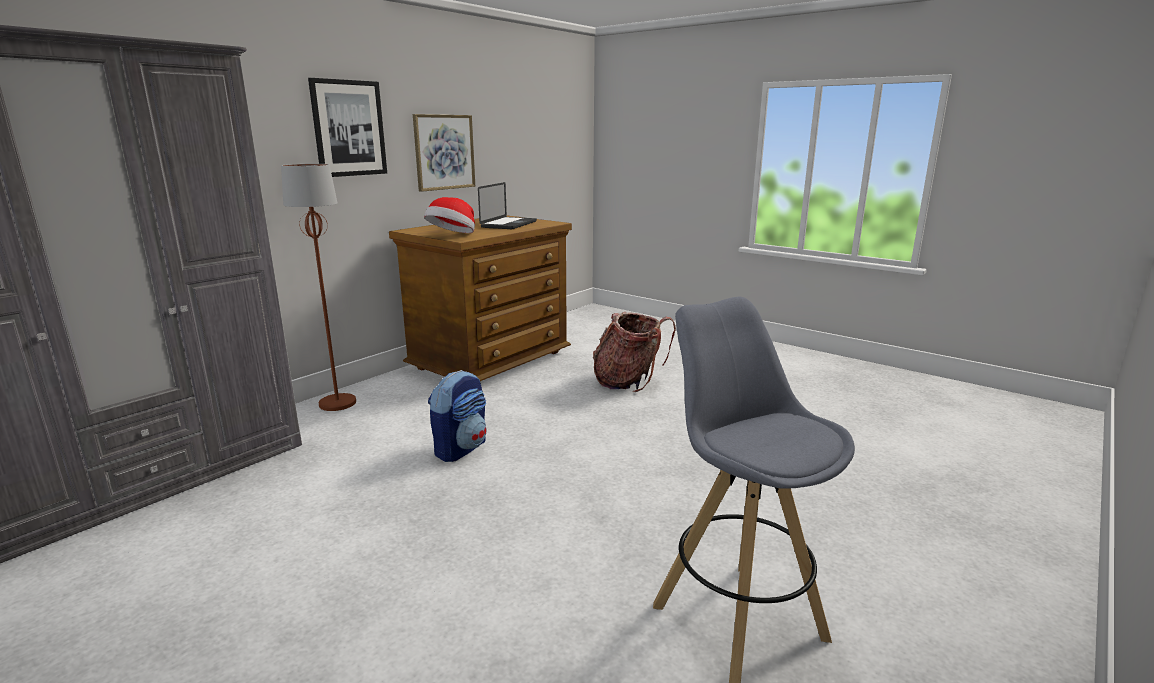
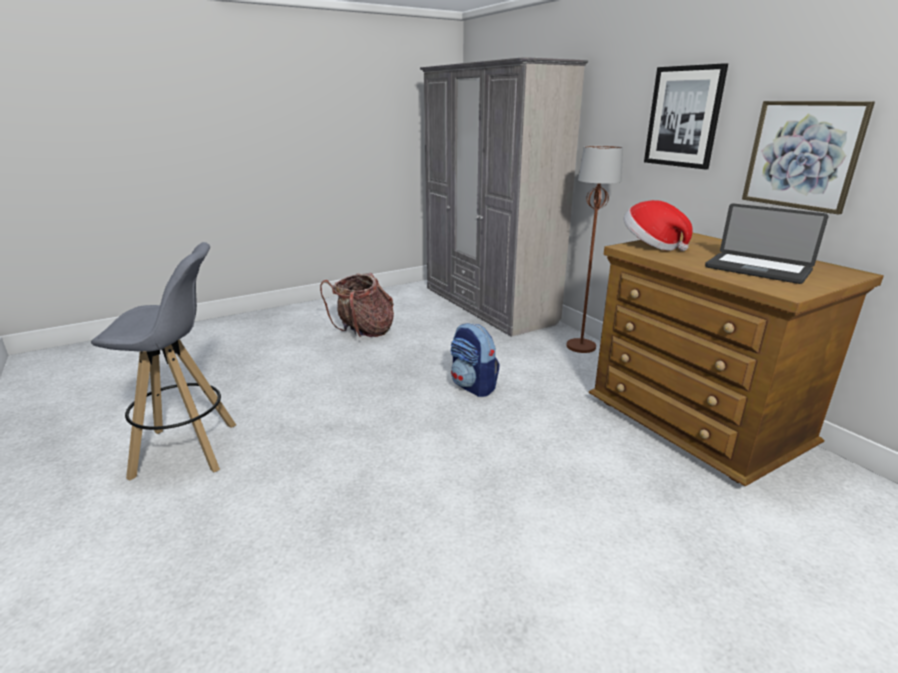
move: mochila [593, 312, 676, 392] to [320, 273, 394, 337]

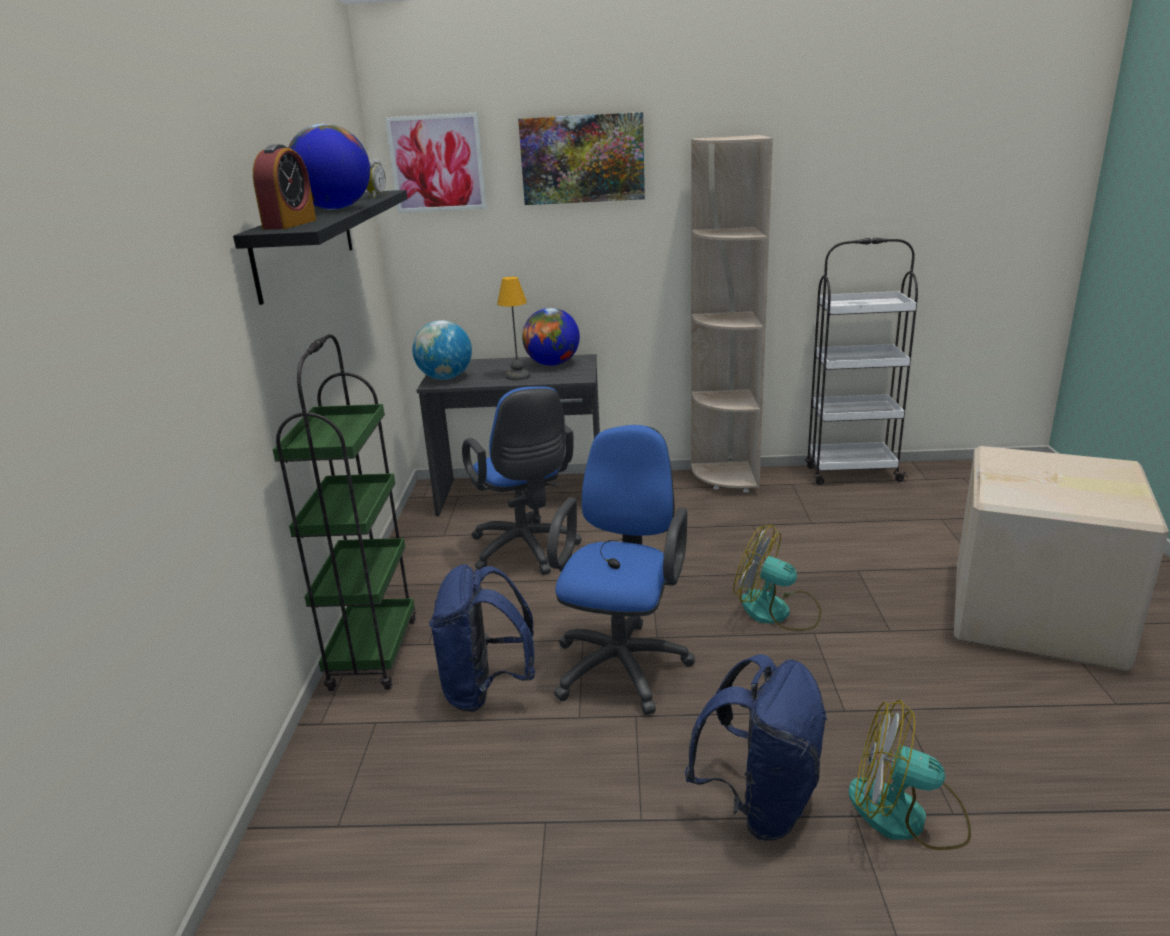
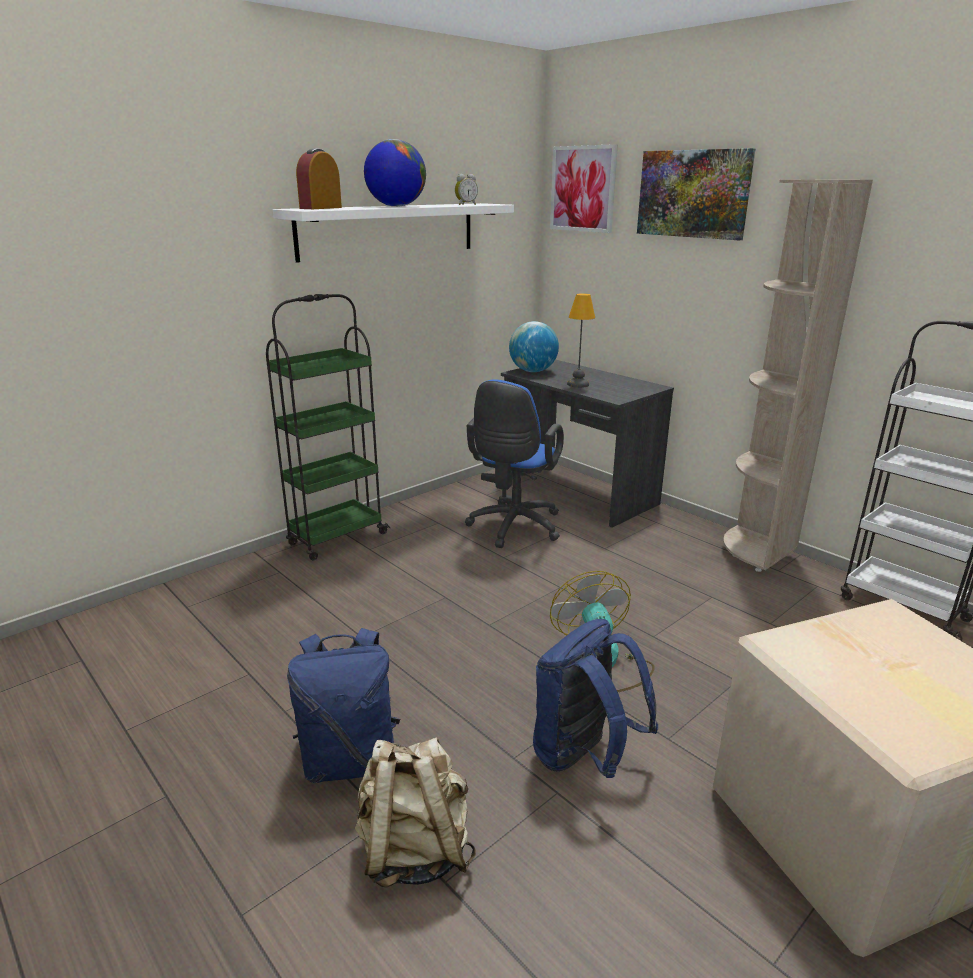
delete: globo terráqueo [522, 308, 580, 366]; silla de oficina/azul [547, 425, 695, 715]
move: mochila/azul [429, 564, 535, 712] to [533, 619, 658, 778]
replace: ventilador [848, 700, 971, 850] to mochila/beis [355, 737, 476, 888]
recolor: estante/negro [233, 190, 408, 305] to estante/blanco [273, 203, 514, 263]
rotate: despertador [253, 144, 316, 229] = [296, 148, 342, 209] 150 degrees clockwise

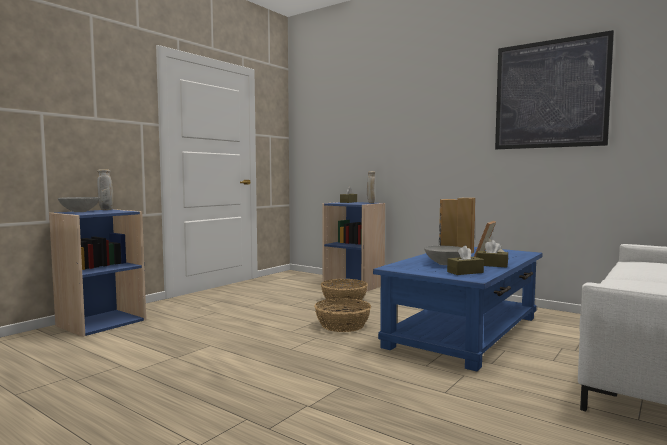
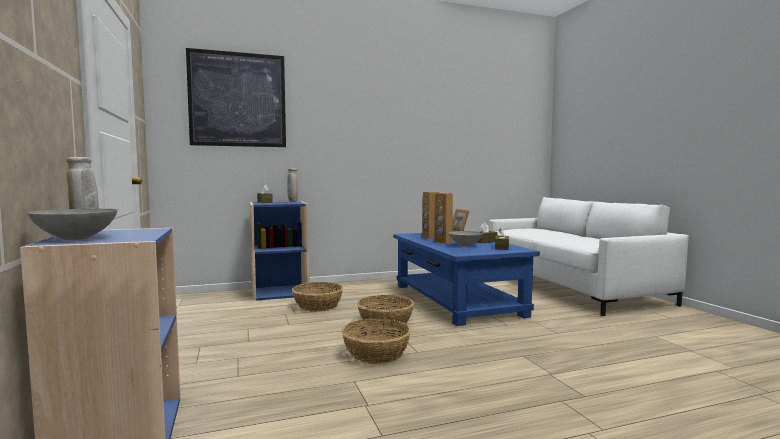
insert: cesta [342, 318, 411, 364]
move: cuadro [495, 30, 614, 149] to [186, 48, 286, 147]

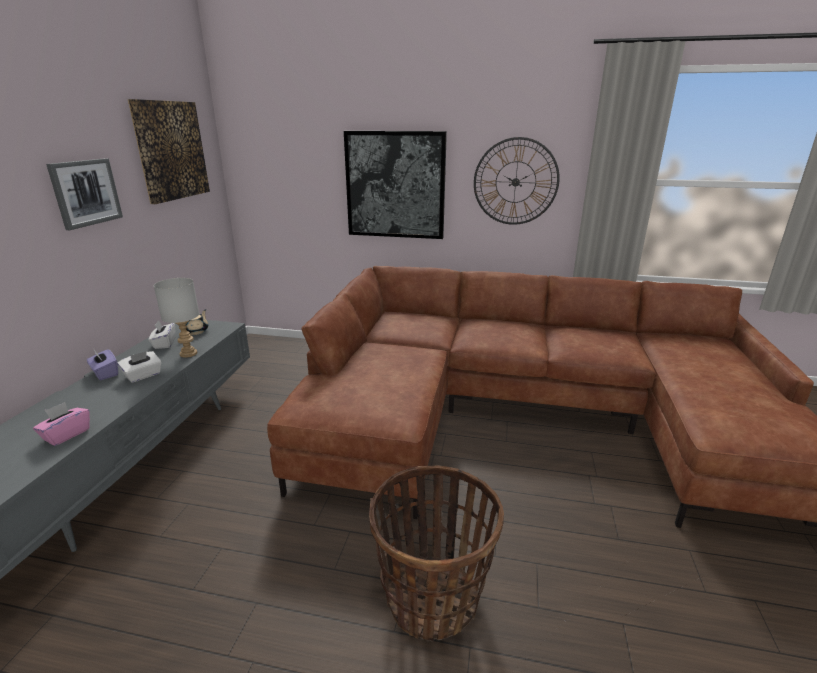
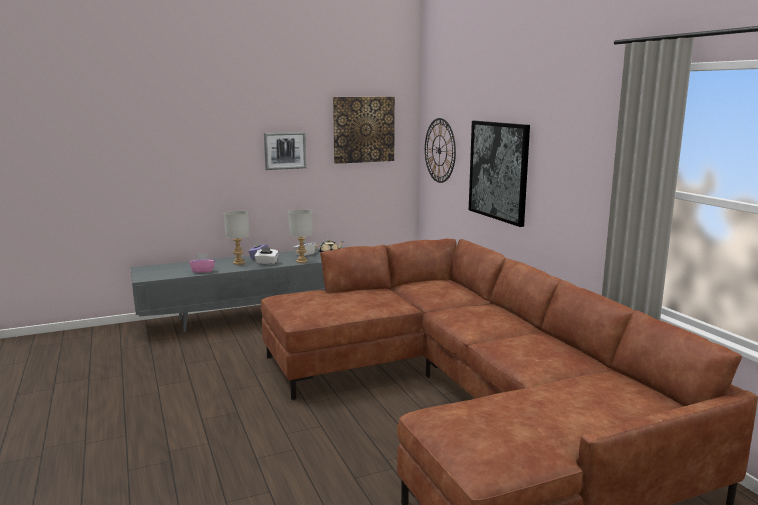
delete: cesta [369, 465, 504, 642]
insert: lámpara de mesa/gris [224, 210, 249, 265]
move: reloj de pared [474, 137, 560, 225] to [425, 118, 456, 183]

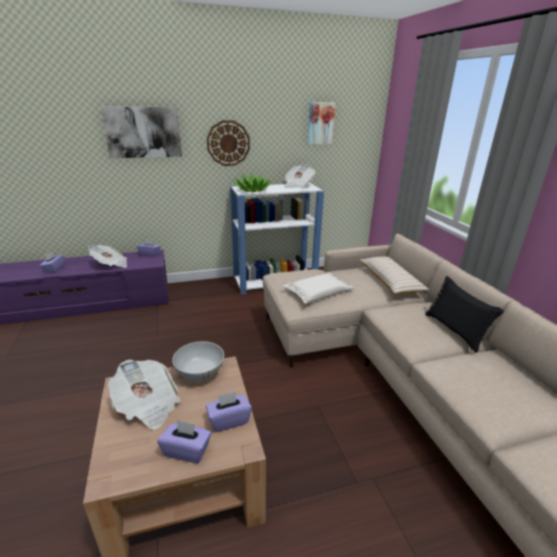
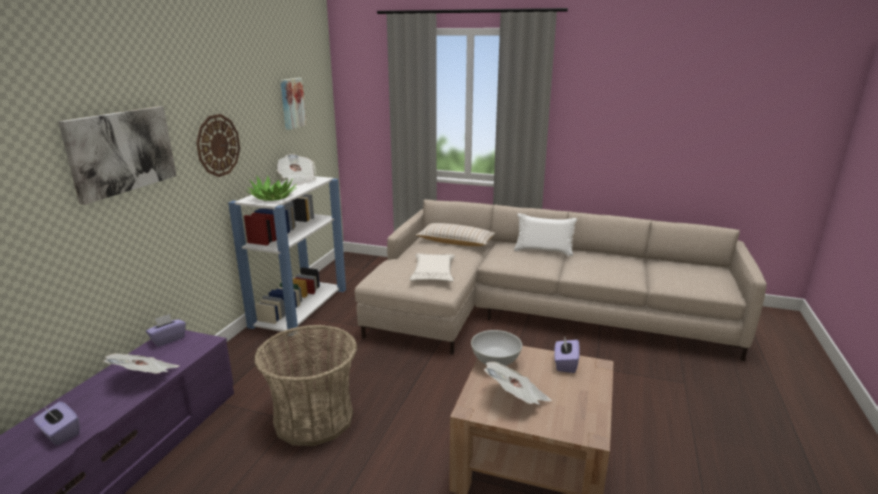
delete: caja de pañuelos/morado [158, 420, 211, 463]
insert: cesta [254, 325, 357, 446]
recolor: cojín/negro [425, 276, 504, 353] to cojín/blanco [514, 213, 577, 256]

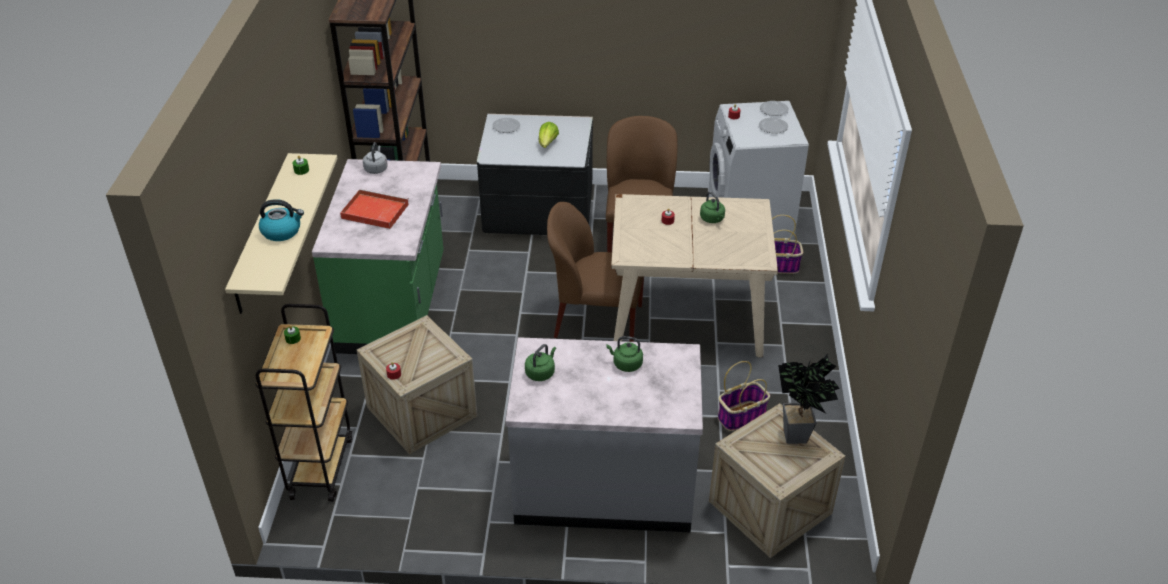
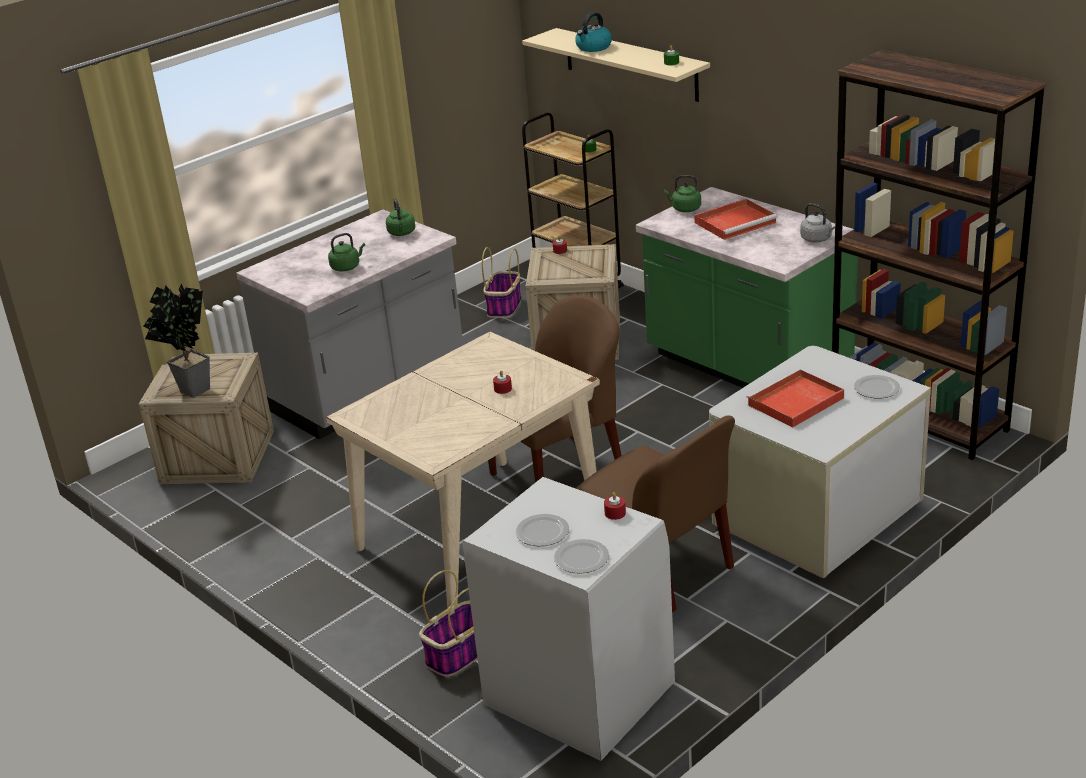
move: hervidor/verde [700, 192, 725, 223] to [664, 175, 701, 212]; cesta [718, 361, 770, 431] to [482, 247, 521, 318]
replace: lechuga [539, 122, 559, 148] to bandeja/rojo [746, 369, 844, 427]
recolor: mesita de noche/negro [477, 114, 593, 235] to mesita de noche/beis [709, 346, 931, 579]

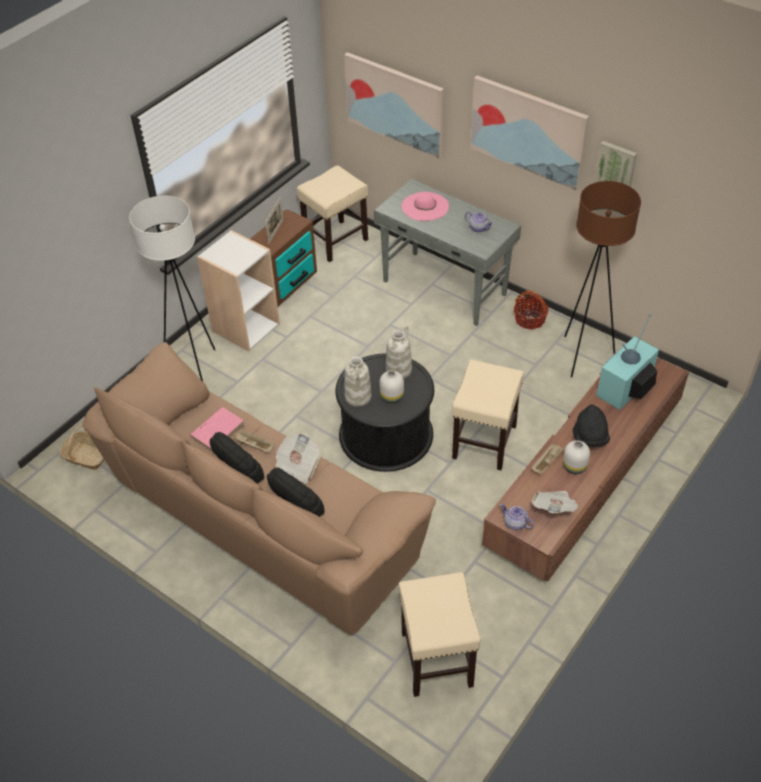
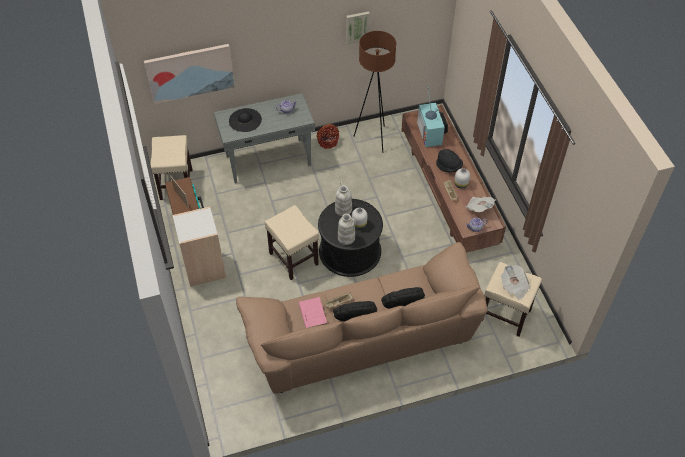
delete: cesta [59, 424, 105, 470]; lámpara de pie/blanco [129, 196, 216, 381]; cuadro [471, 75, 589, 190]
move: periódico [275, 433, 321, 484] to [501, 264, 531, 300]; taburete/beis [452, 360, 524, 470] to [264, 205, 319, 280]
recolor: sombrero/rosa [402, 192, 449, 221] to sombrero/negro [229, 108, 262, 132]

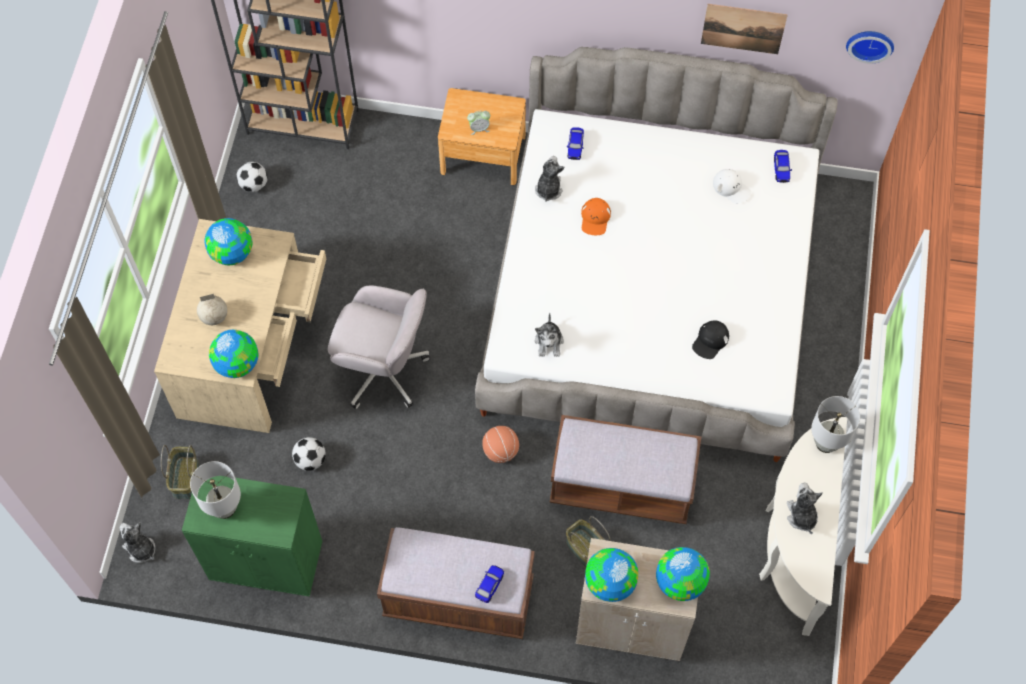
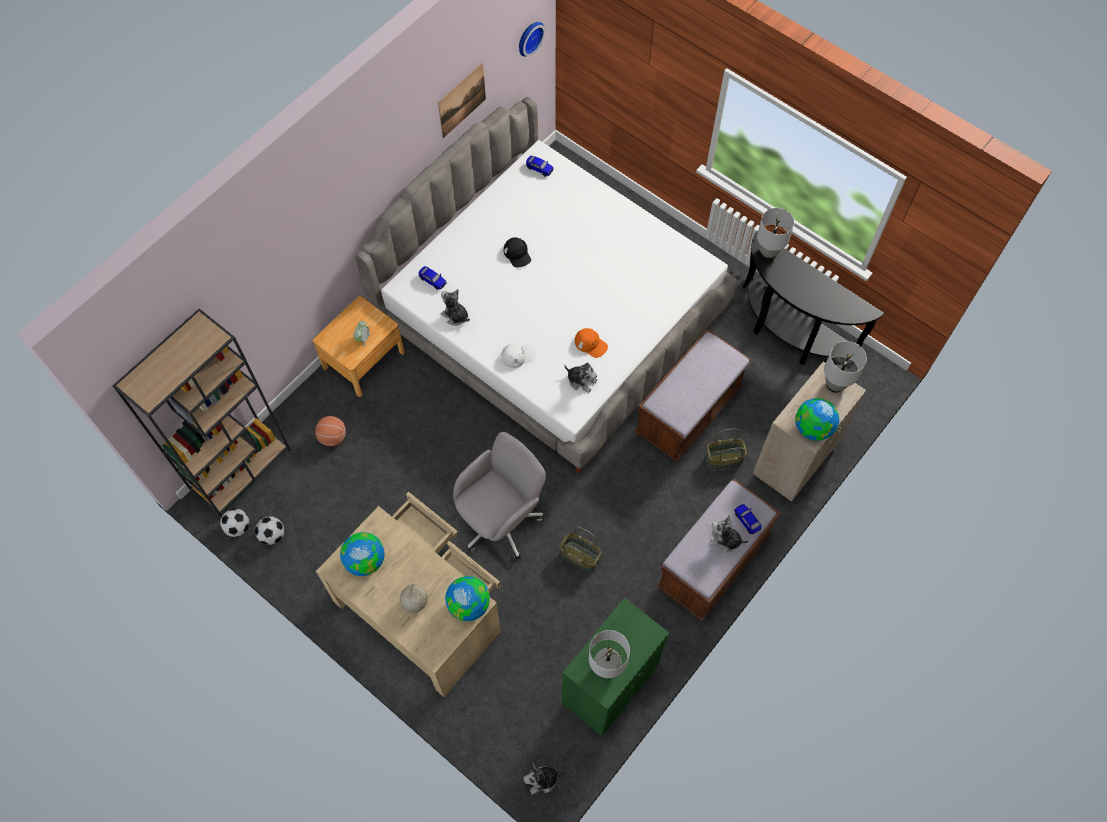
move: cesta [161, 445, 199, 499] to [560, 527, 602, 572]; balón de fútbol [292, 437, 326, 471] to [220, 509, 249, 537]; balón de baloncesto [482, 426, 519, 463] to [315, 416, 346, 446]; gorra/naranja [581, 198, 611, 235] to [575, 328, 608, 358]; gorra/negro [692, 321, 729, 359] to [504, 237, 531, 267]; gorra/blanco [713, 169, 751, 204] to [501, 343, 536, 368]; peluche [787, 483, 823, 534] to [709, 515, 748, 552]
replace: globo terráqueo [656, 547, 710, 601] to lámpara de mesa/blanco [824, 341, 867, 393]
recolor: mesa consola/blanco [759, 417, 847, 636] to mesa consola/negro [742, 231, 884, 365]

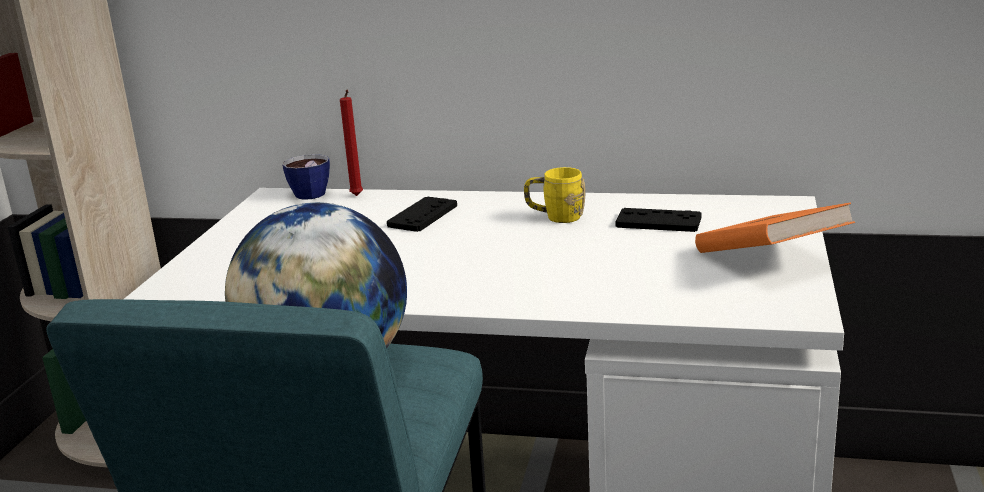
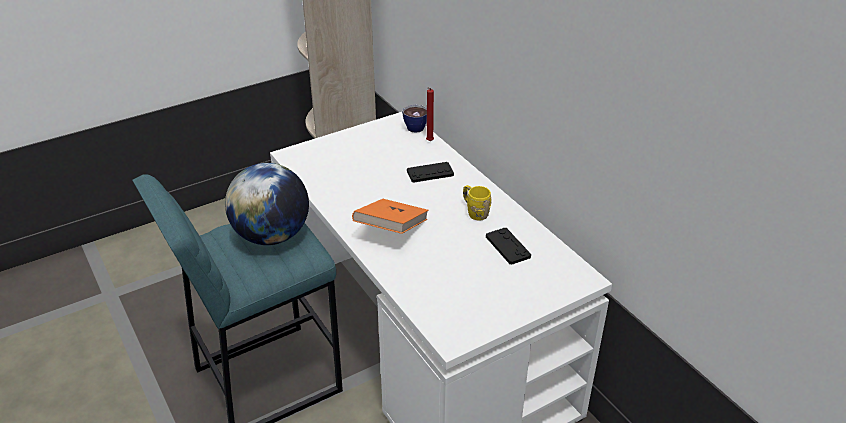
move: libro/naranja [695, 203, 855, 253] to [352, 199, 429, 234]

